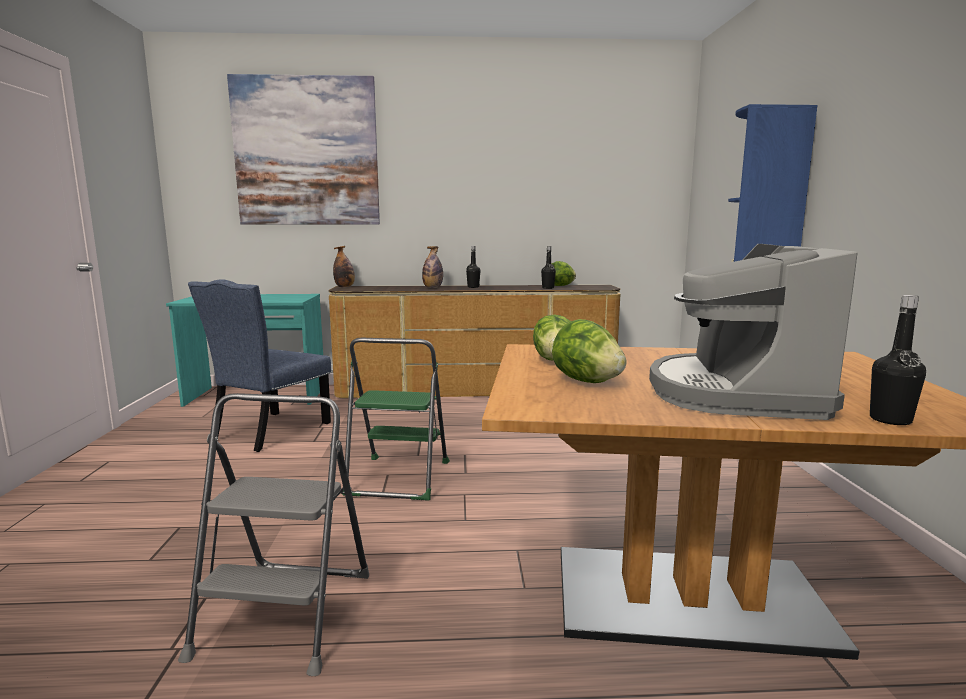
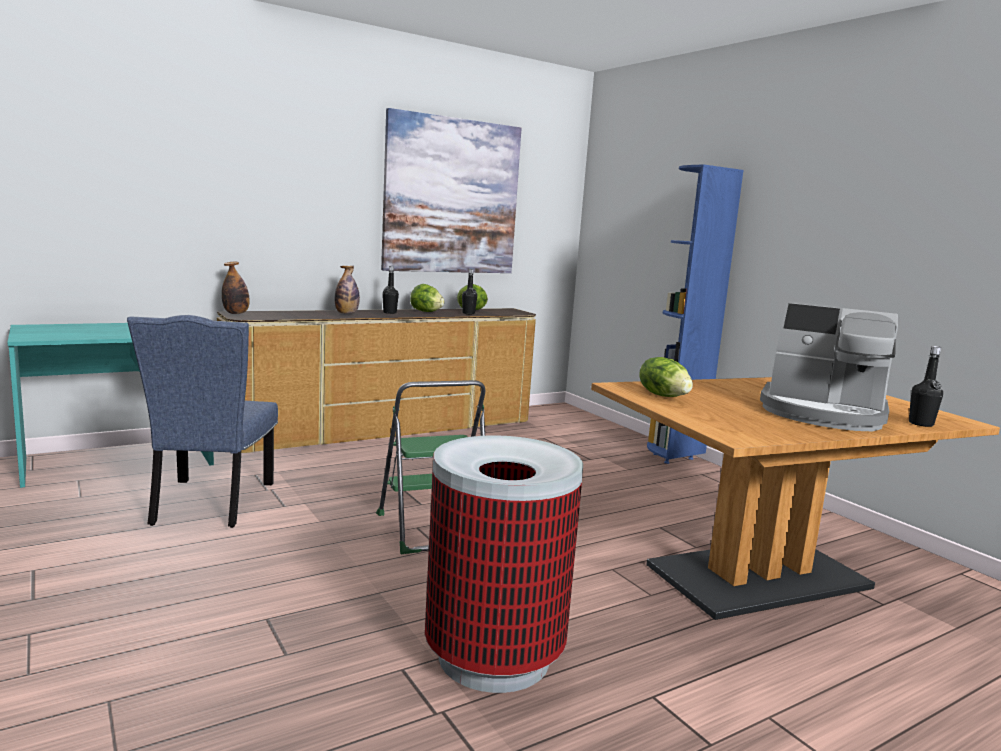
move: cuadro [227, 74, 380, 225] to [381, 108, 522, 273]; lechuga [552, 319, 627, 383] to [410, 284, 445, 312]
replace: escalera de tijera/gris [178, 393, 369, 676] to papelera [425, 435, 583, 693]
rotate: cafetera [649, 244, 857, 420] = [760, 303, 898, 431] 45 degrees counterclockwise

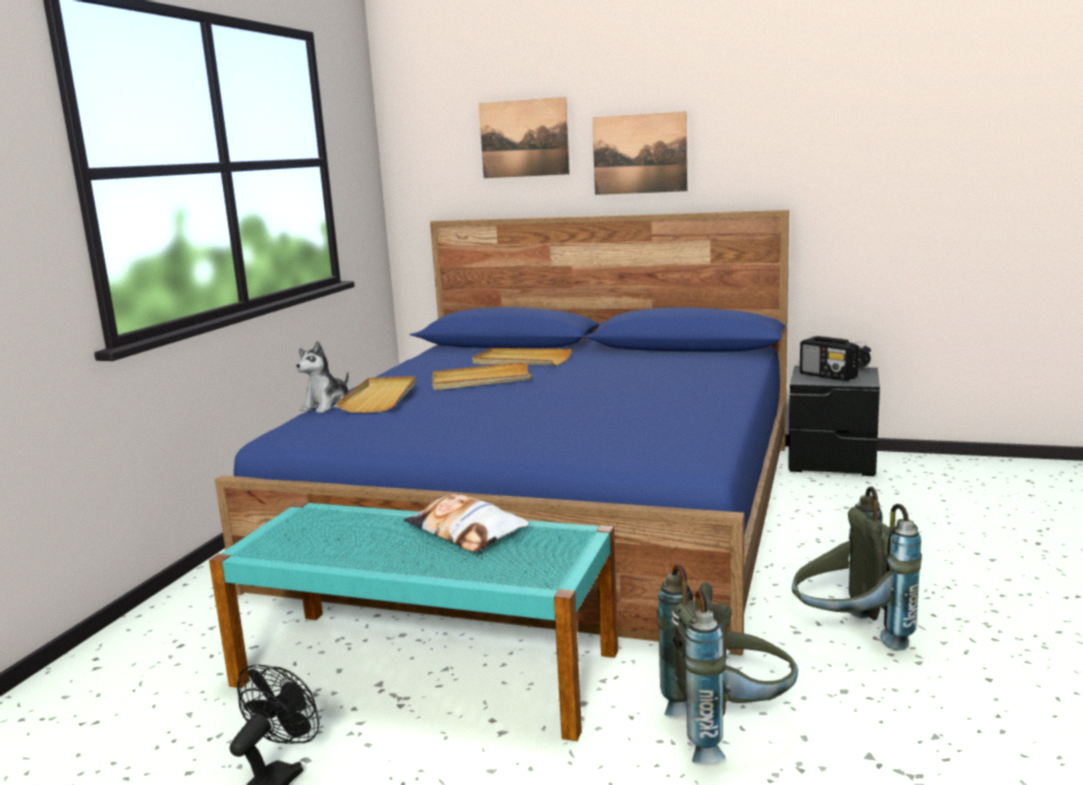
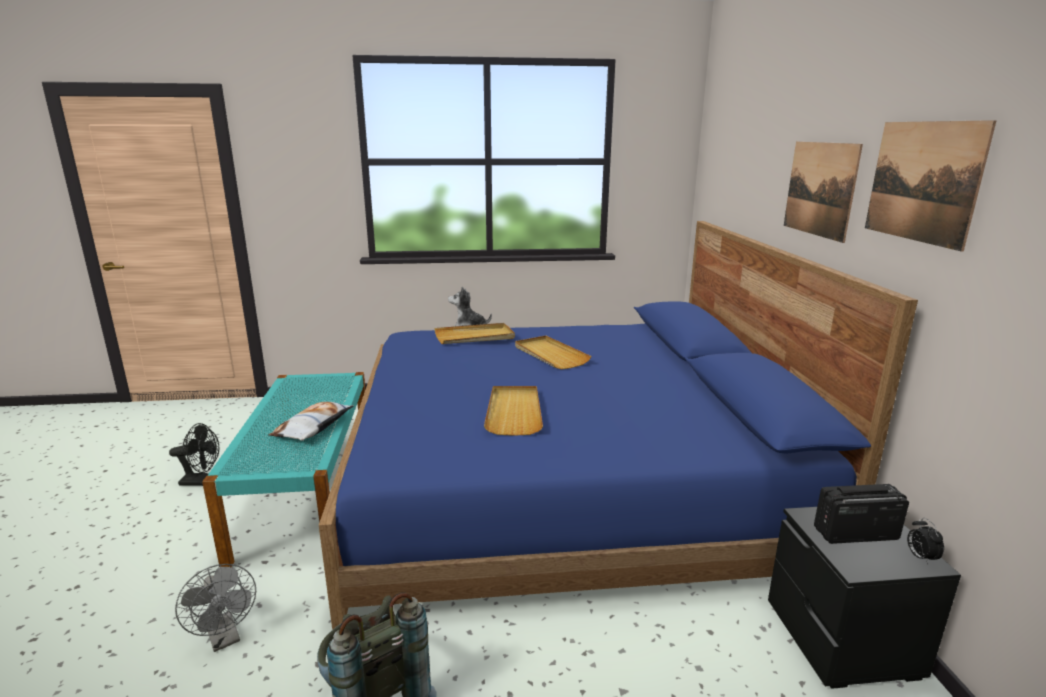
move: bandeja/beis [472, 348, 571, 366] to [484, 386, 543, 436]; cuadro [479, 97, 570, 178] to [865, 120, 997, 251]
replace: mochila/gris [657, 564, 798, 763] to ventilador/gris [175, 564, 256, 652]
rotate: radio [800, 336, 859, 381] = [814, 484, 909, 544] 60 degrees clockwise

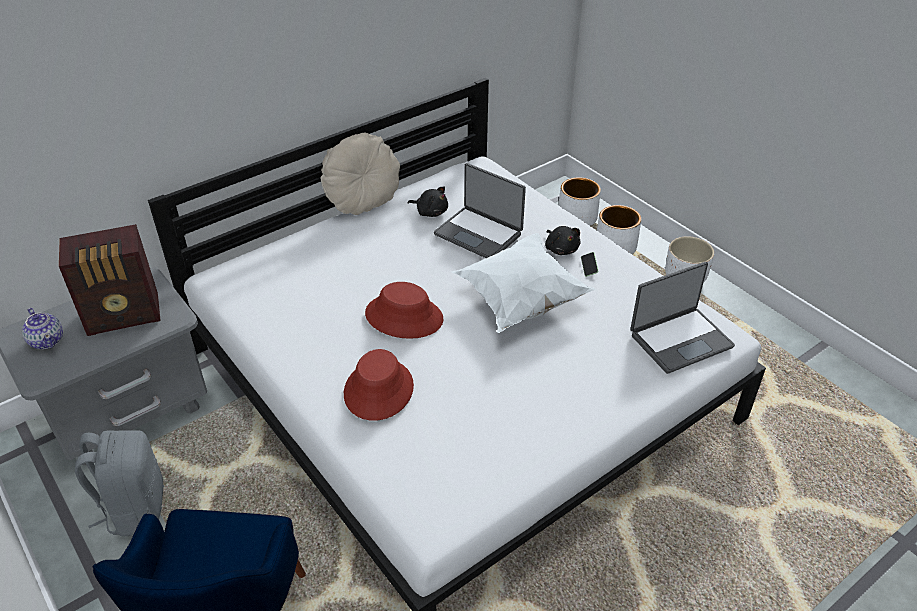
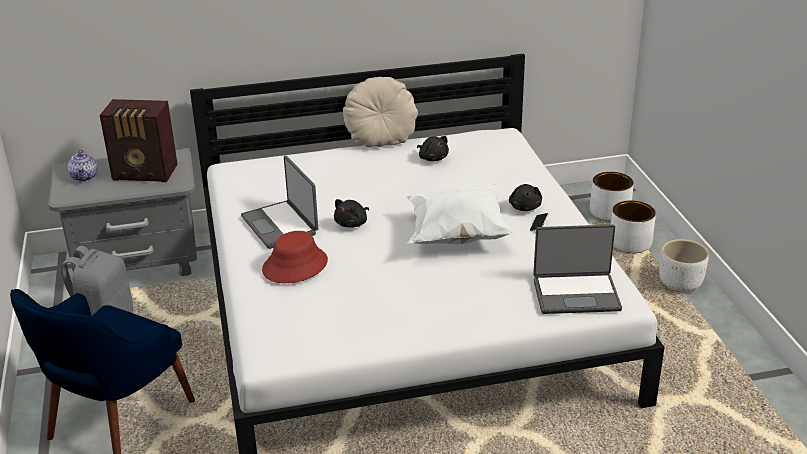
move: portátil [434, 163, 526, 258] to [241, 156, 318, 249]
replace: sombrero/rojo [365, 282, 444, 339] to peluche/negro [334, 199, 369, 228]

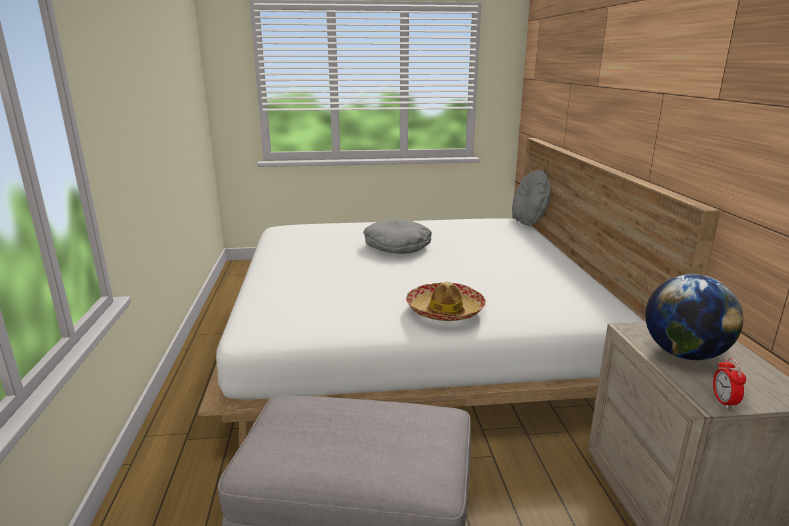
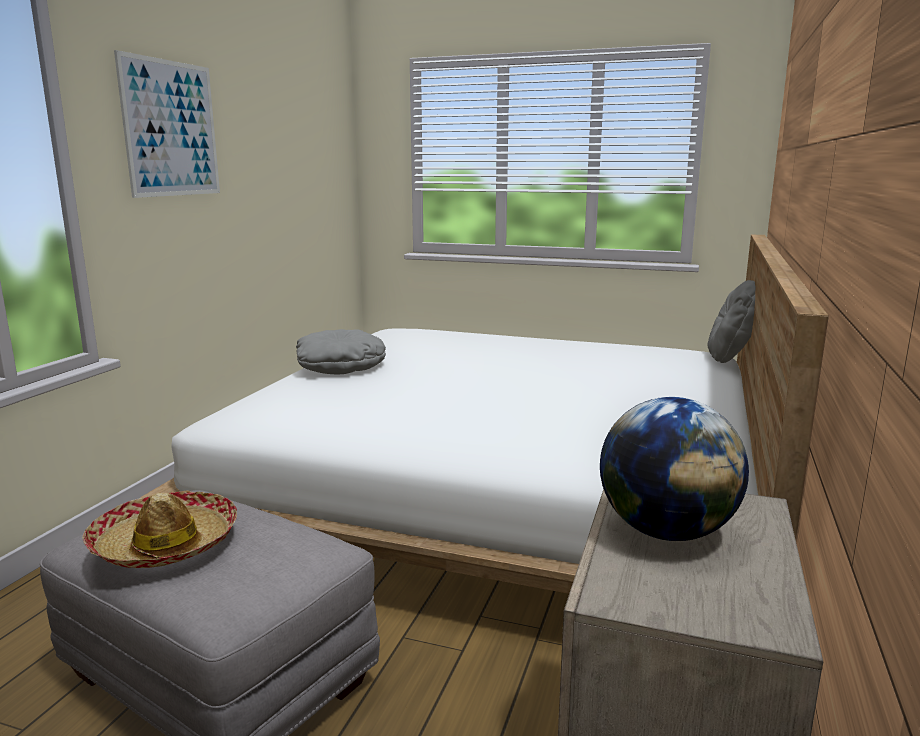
delete: despertador [713, 358, 746, 409]
insert: cuadro [114, 50, 220, 198]
move: cojín/gris [363, 218, 432, 254] to [296, 329, 386, 374]; sombrero [406, 282, 486, 321] to [82, 491, 237, 568]

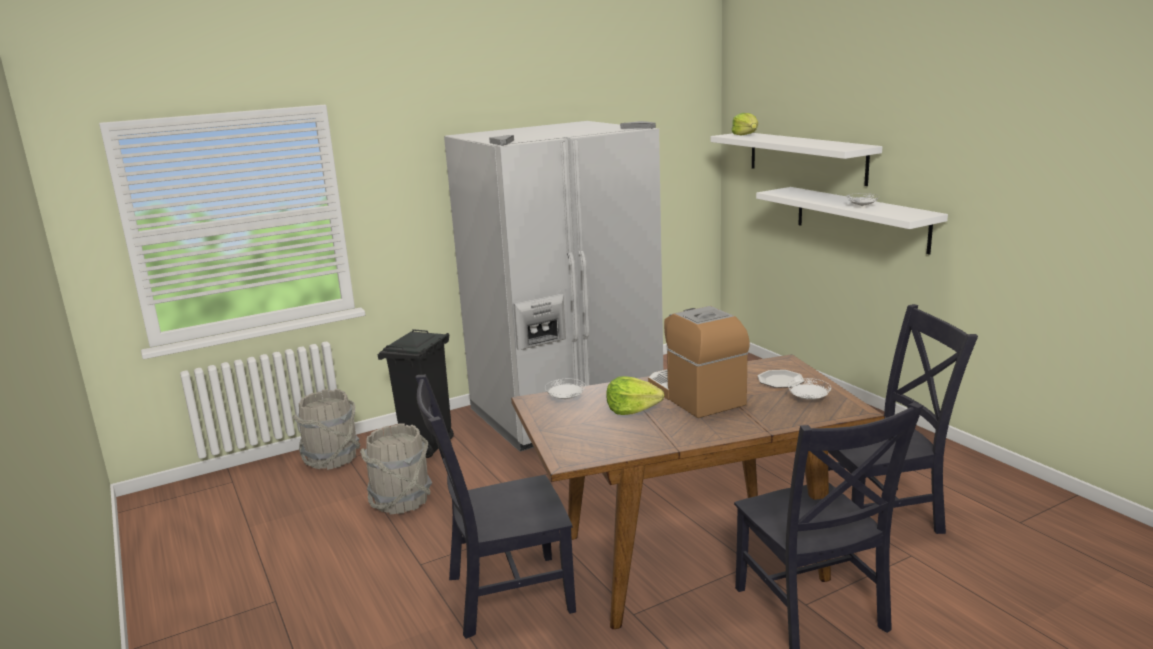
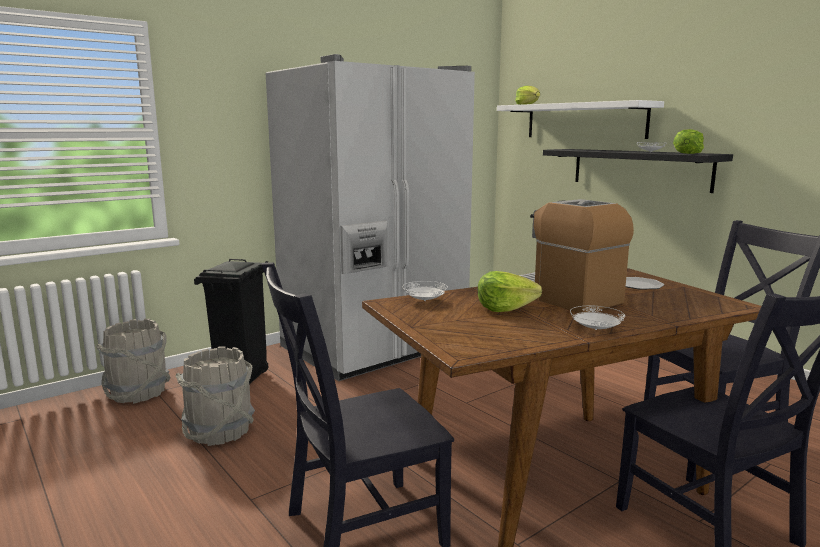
insert: lechuga [673, 129, 704, 154]
move: plato/blanco [788, 378, 831, 400] to [570, 305, 625, 330]
recolor: estante/blanco [756, 187, 948, 255] to estante/negro [543, 149, 733, 193]

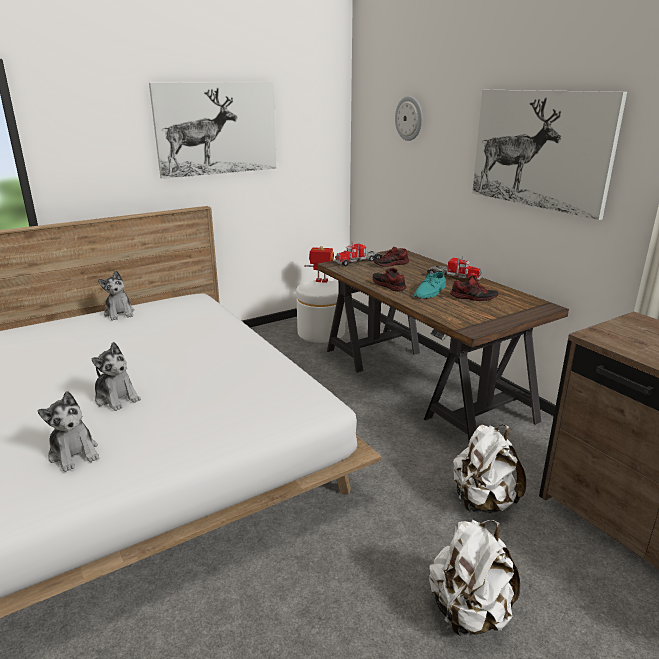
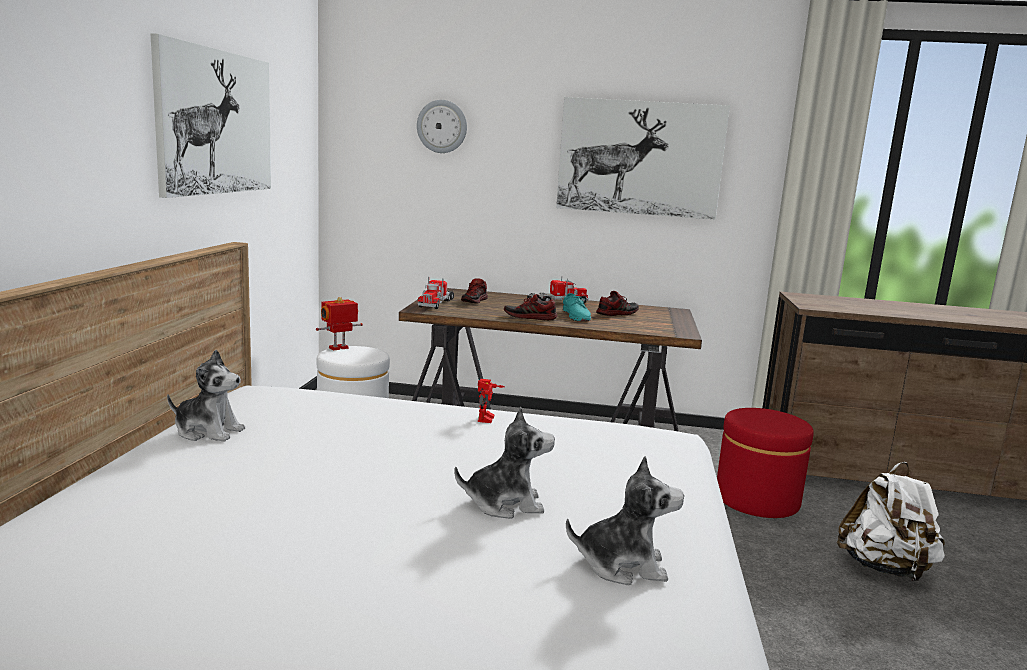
insert: robot de juguete [478, 379, 505, 423]
replace: mochila/blanco [453, 425, 526, 513] to puf/rojo [717, 408, 814, 518]

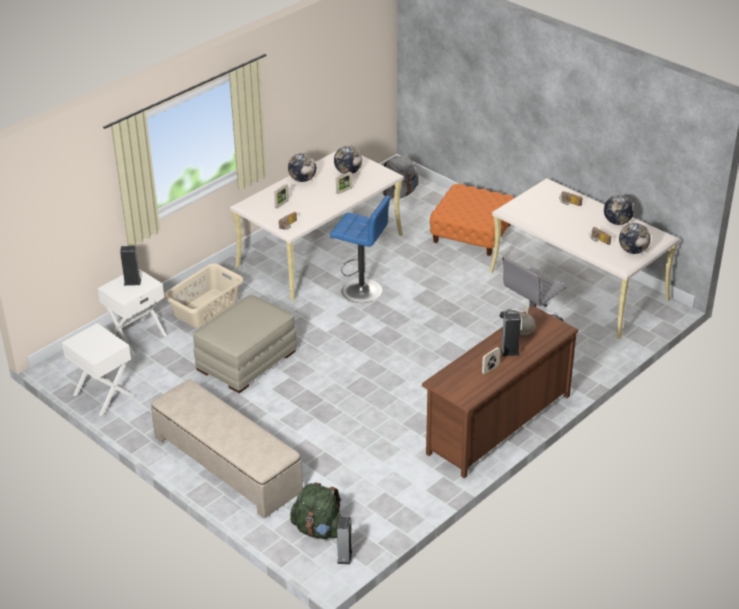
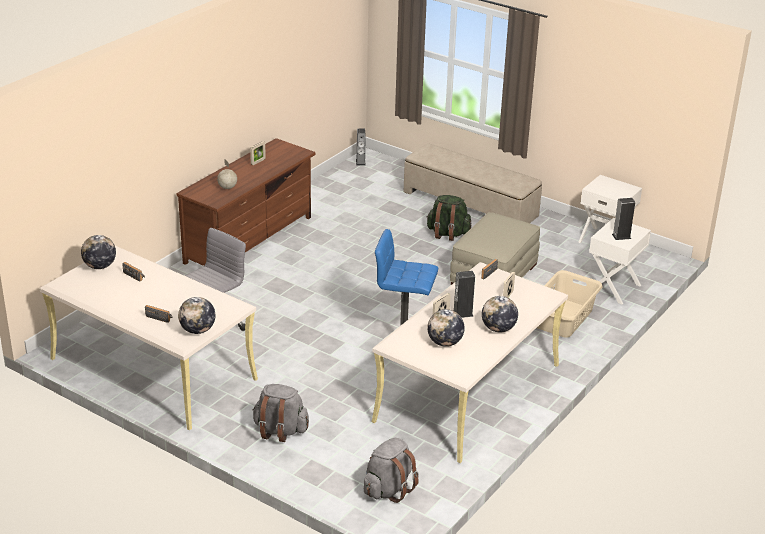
move: mochila/verde [290, 482, 342, 539] to [427, 195, 471, 241]; altavoz [500, 313, 521, 356] to [453, 271, 475, 318]; globo terráqueo [604, 195, 634, 225] to [178, 297, 215, 334]
replace: puf/naranja [430, 184, 514, 256] to mochila/gris [253, 384, 309, 442]

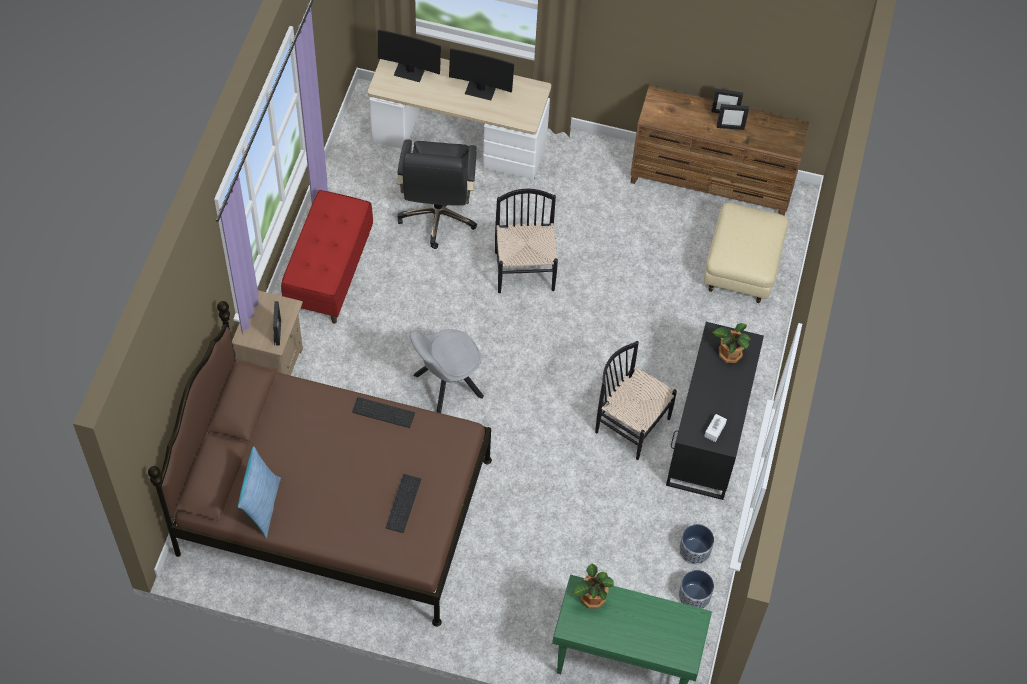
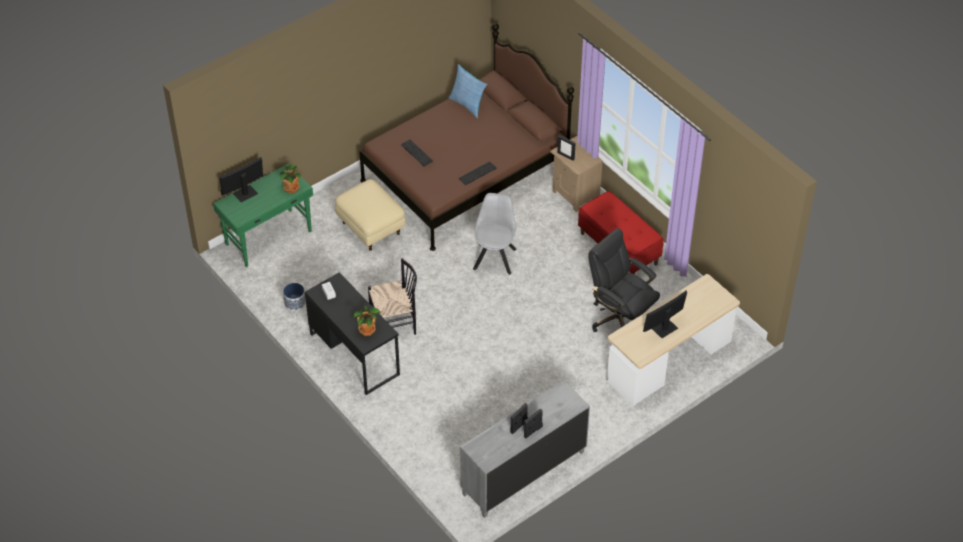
delete: silla/negro [495, 189, 558, 293]; maceta [679, 570, 714, 609]
move: monitor [378, 30, 441, 82] to [220, 157, 263, 202]; puf/beis [704, 202, 789, 303] to [335, 179, 406, 251]
recolor: cómoda/marrón [630, 85, 810, 216] to cómoda/gris [460, 381, 590, 518]

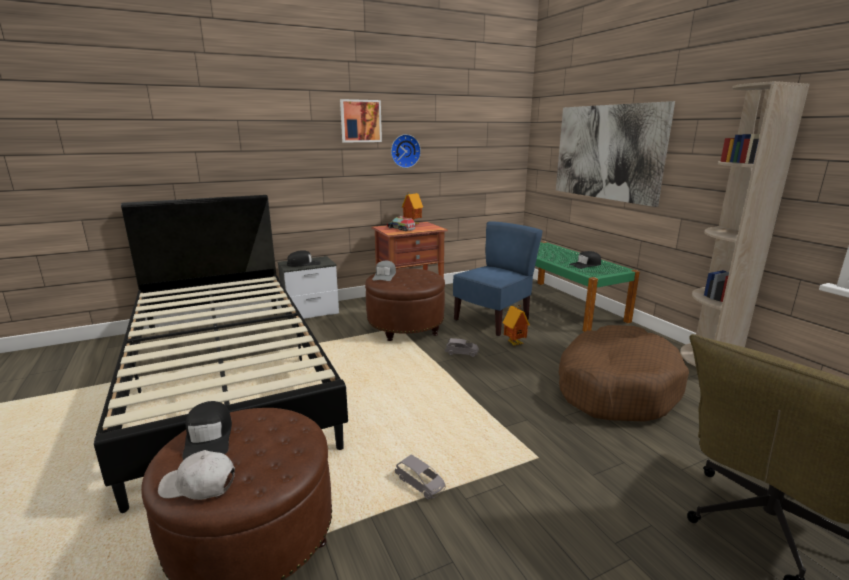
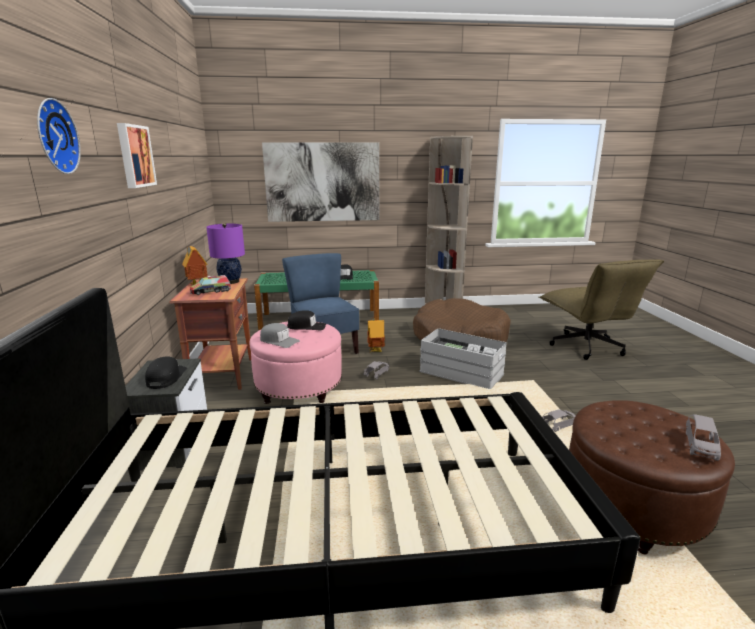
insert: lámpara de mesa/morado [206, 223, 245, 284]; caja de almacenaje/gris [420, 328, 507, 389]
move: gorra/negro [183, 401, 232, 460] to [287, 310, 326, 330]; reloj de pared [391, 134, 421, 168] to [37, 98, 81, 174]
replace: gorra/blanco [158, 450, 235, 500] to coche de juguete/gris [686, 414, 721, 461]
recolor: puf/marrón [365, 268, 445, 341] to puf/rosa [249, 322, 342, 404]

